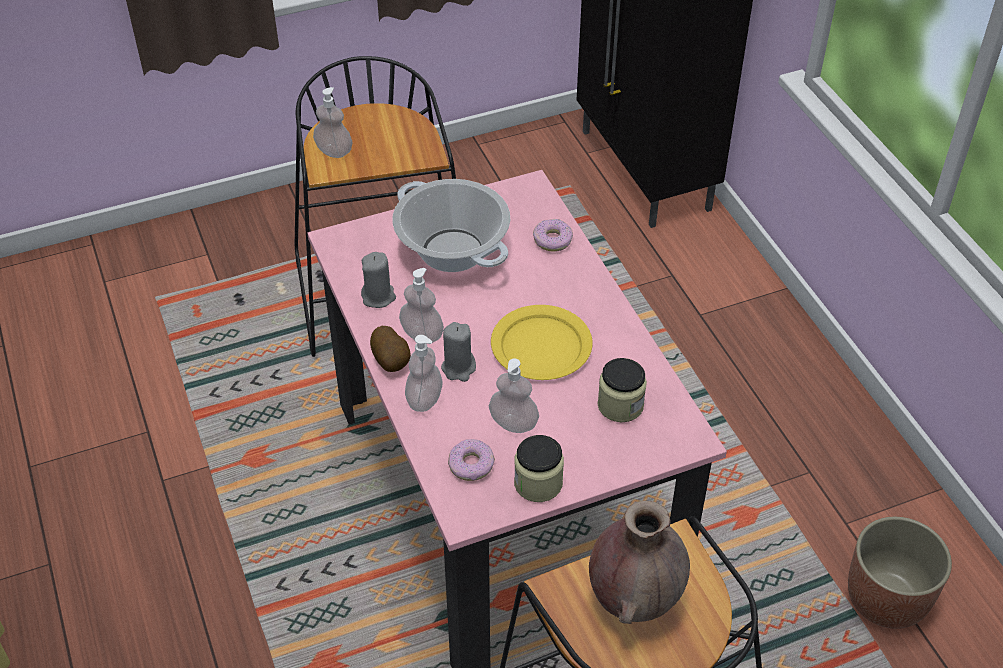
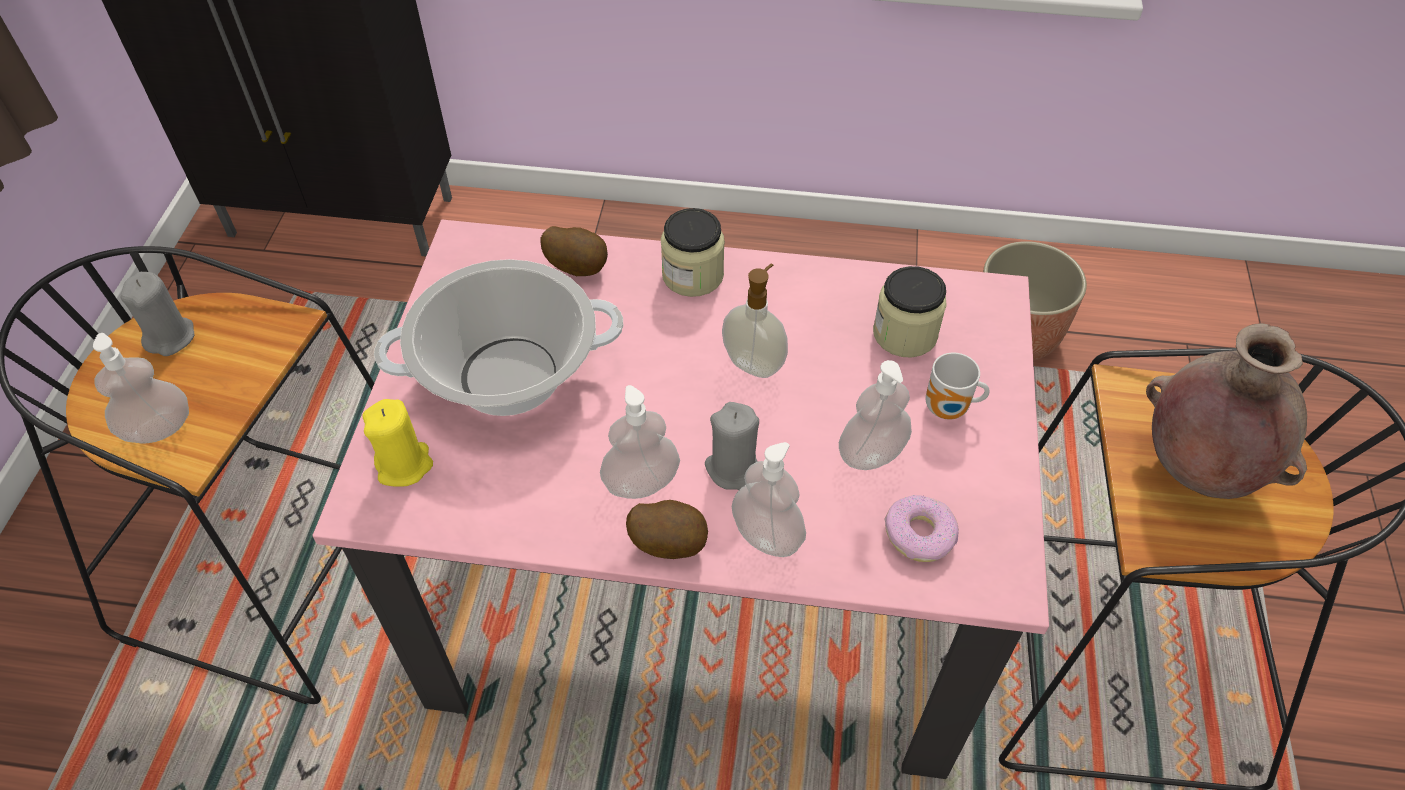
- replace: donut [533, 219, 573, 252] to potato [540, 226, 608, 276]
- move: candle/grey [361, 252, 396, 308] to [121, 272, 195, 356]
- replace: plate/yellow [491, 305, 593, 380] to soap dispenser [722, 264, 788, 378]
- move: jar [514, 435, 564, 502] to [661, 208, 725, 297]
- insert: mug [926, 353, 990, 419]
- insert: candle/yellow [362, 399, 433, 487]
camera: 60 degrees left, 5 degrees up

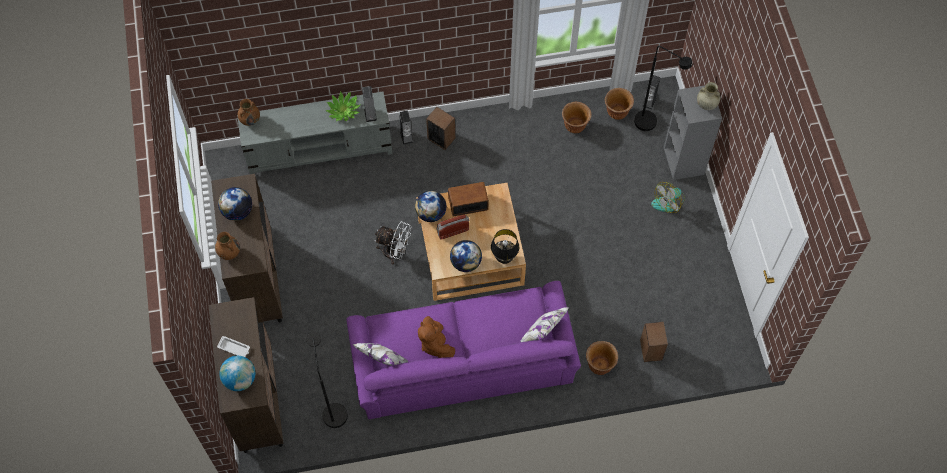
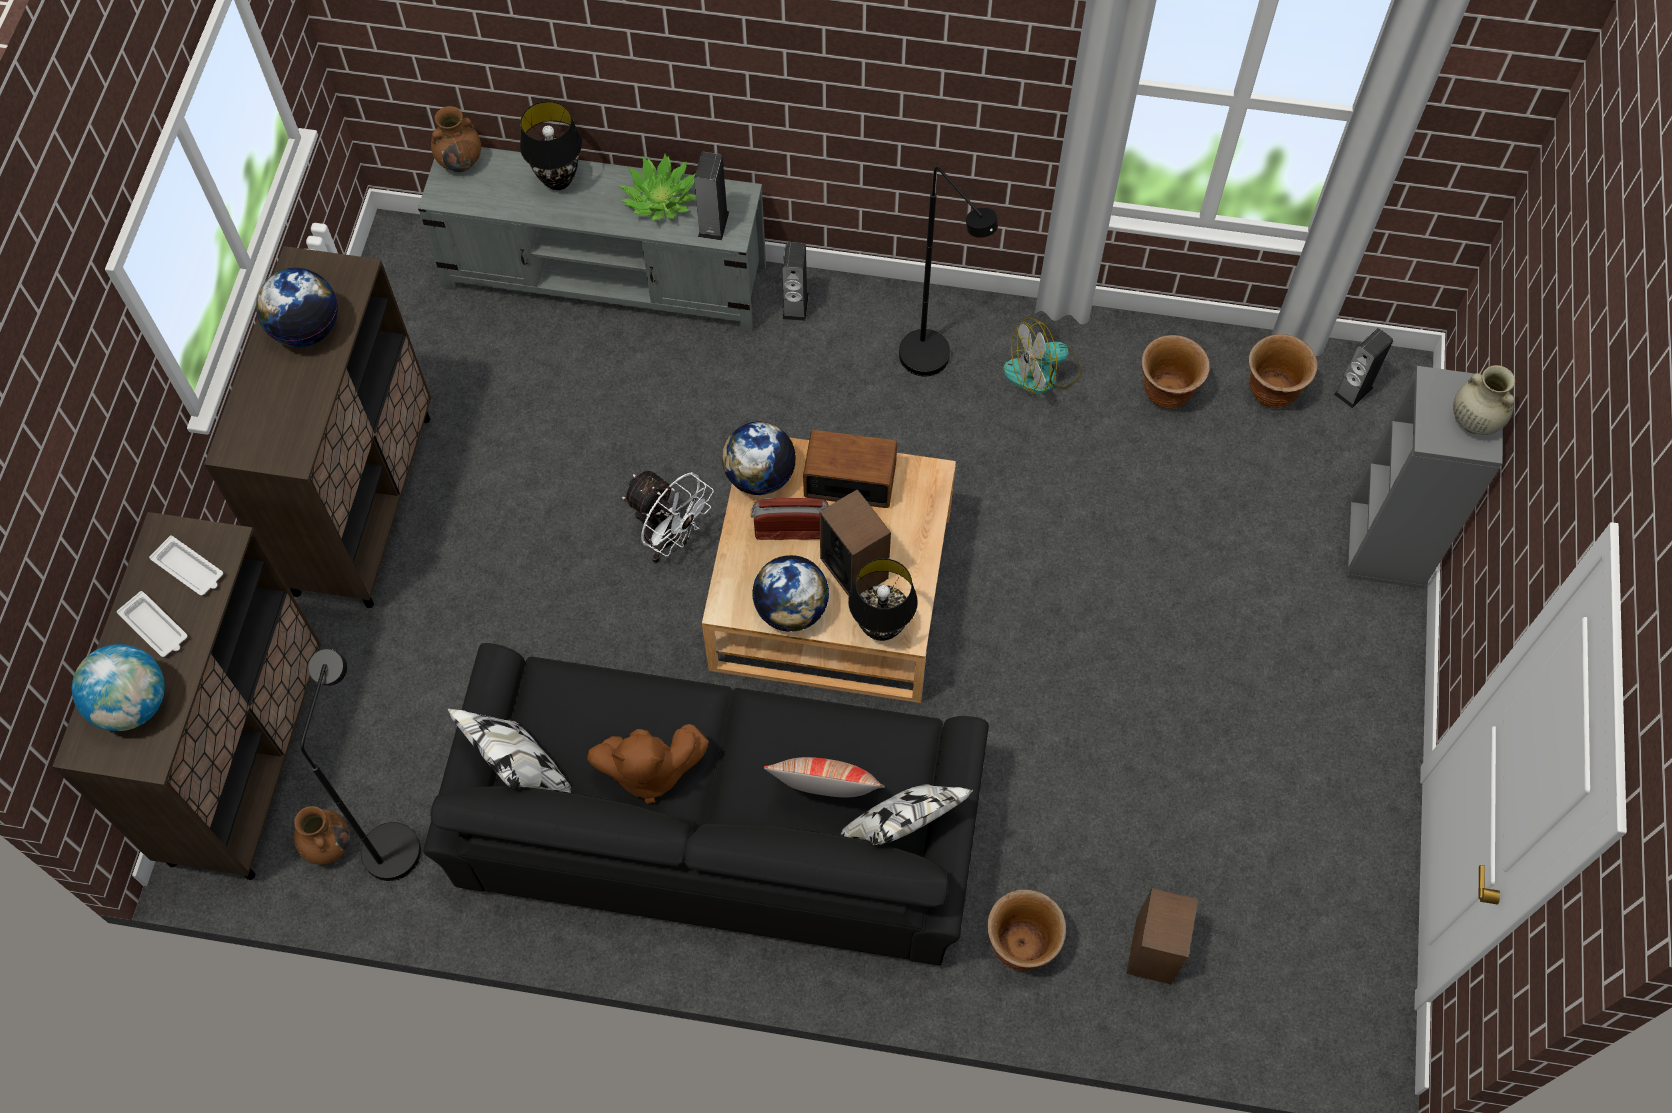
- move: floor lamp/black [634, 46, 692, 131] to [899, 167, 998, 376]
- move: speaker [426, 107, 455, 150] to [820, 489, 891, 596]
- move: fan [651, 182, 685, 213] to [1003, 317, 1082, 394]
- move: vase/brown [215, 232, 240, 260] to [294, 806, 350, 865]
- recolor: sofa/purple [346, 281, 581, 419] to sofa/black [423, 643, 989, 965]
- rotate: plush toy/brown [418, 316, 455, 358] = [587, 724, 709, 804] 90 degrees counterclockwise
- insert: table lamp/black [520, 101, 582, 190]
- insert: tray/white [149, 535, 223, 596]
- insert: pillow [764, 757, 885, 797]
camera: 20 degrees right, 0 degrees up

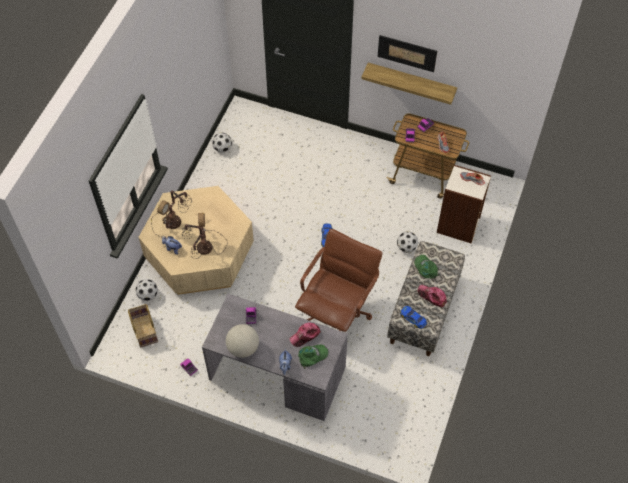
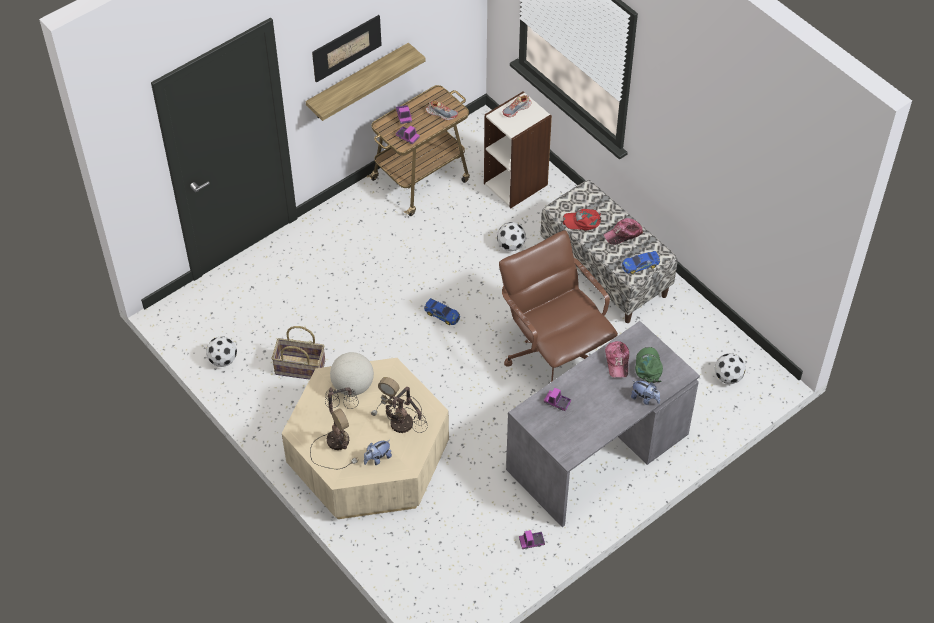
- recolor: cap/green [414, 254, 440, 279] to cap/red [563, 209, 601, 230]
- move: football [136, 279, 158, 301] to [714, 353, 746, 384]
- move: basket [128, 304, 158, 347] to [272, 326, 325, 380]
- move: globe [226, 324, 259, 358] to [330, 352, 374, 396]
camera: 60 degrees left, 5 degrees down

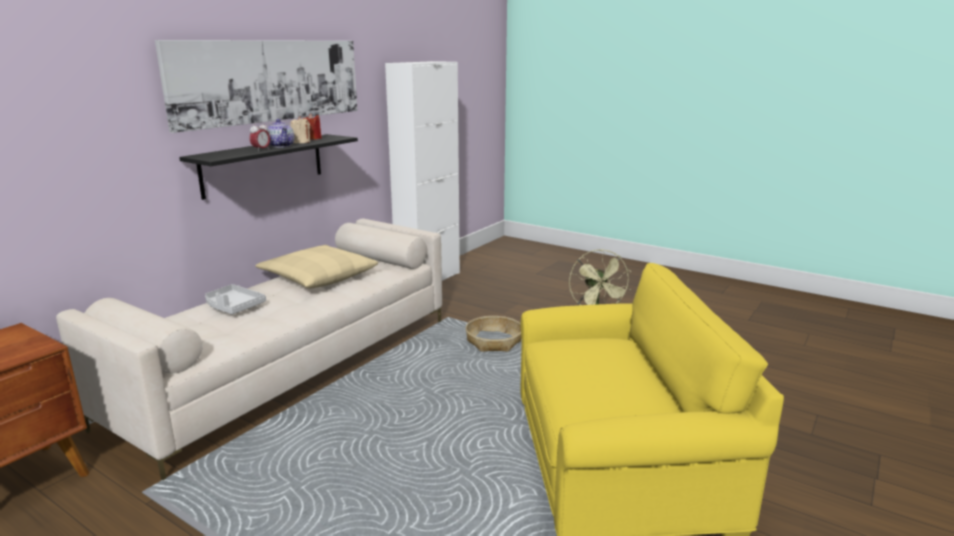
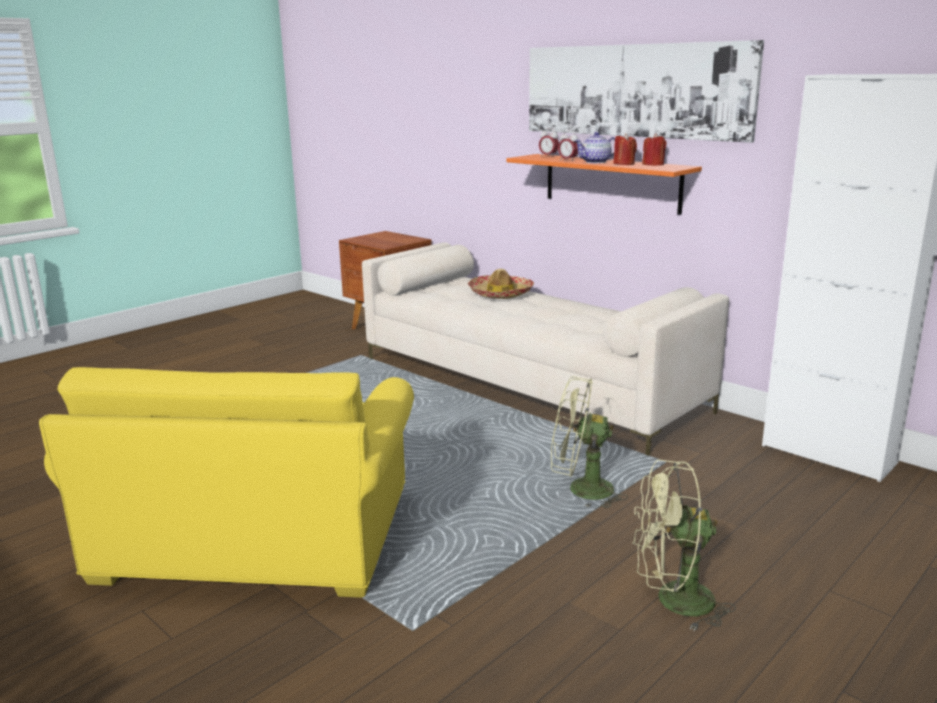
- recolor: candle/beige [290, 116, 310, 143] to candle/red [613, 133, 637, 165]
- recolor: shelf/black [179, 134, 358, 200] to shelf/orange [506, 154, 702, 215]
- delete: pillow/beige [255, 245, 378, 288]
- replace: tray/grey [205, 284, 266, 314] to hat [468, 268, 534, 299]
- replace: basket [465, 316, 521, 351] to fan/green [551, 376, 628, 508]
- insert: alarm clock [539, 128, 559, 157]
camera: 100 degrees right, 0 degrees up

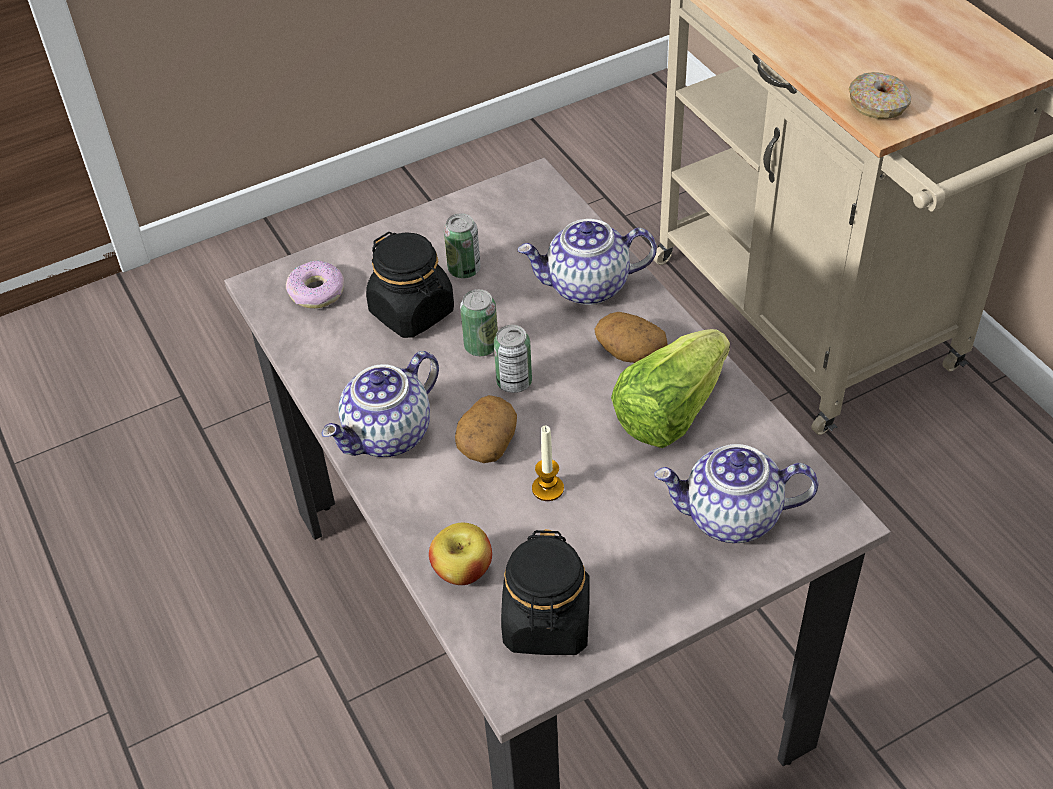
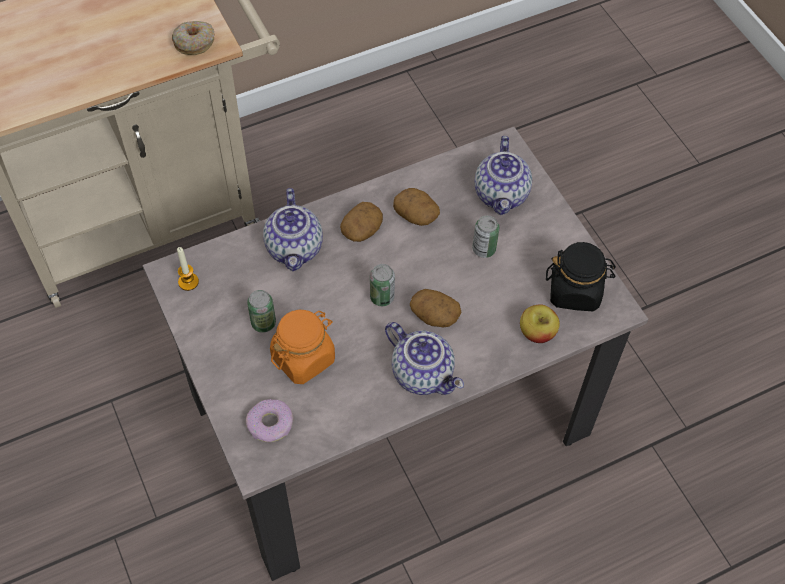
- recolor: jar/black [366, 232, 454, 338] to jar/orange [270, 310, 335, 384]
- move: can [460, 289, 498, 356] to [472, 215, 499, 258]
- replace: lettuce [611, 329, 730, 448] to potato [393, 188, 440, 226]
- move: candle [532, 425, 564, 501] to [177, 247, 199, 291]
camera: 90 degrees left, 10 degrees up

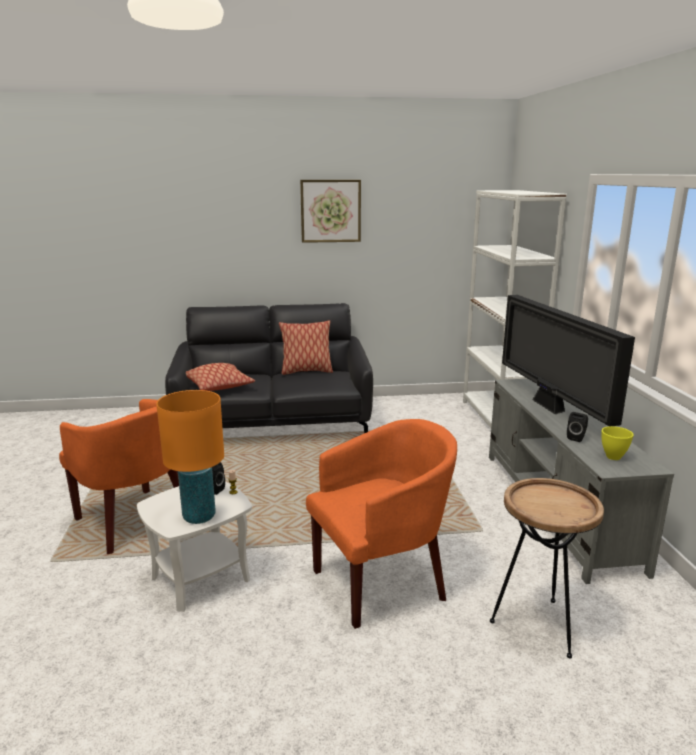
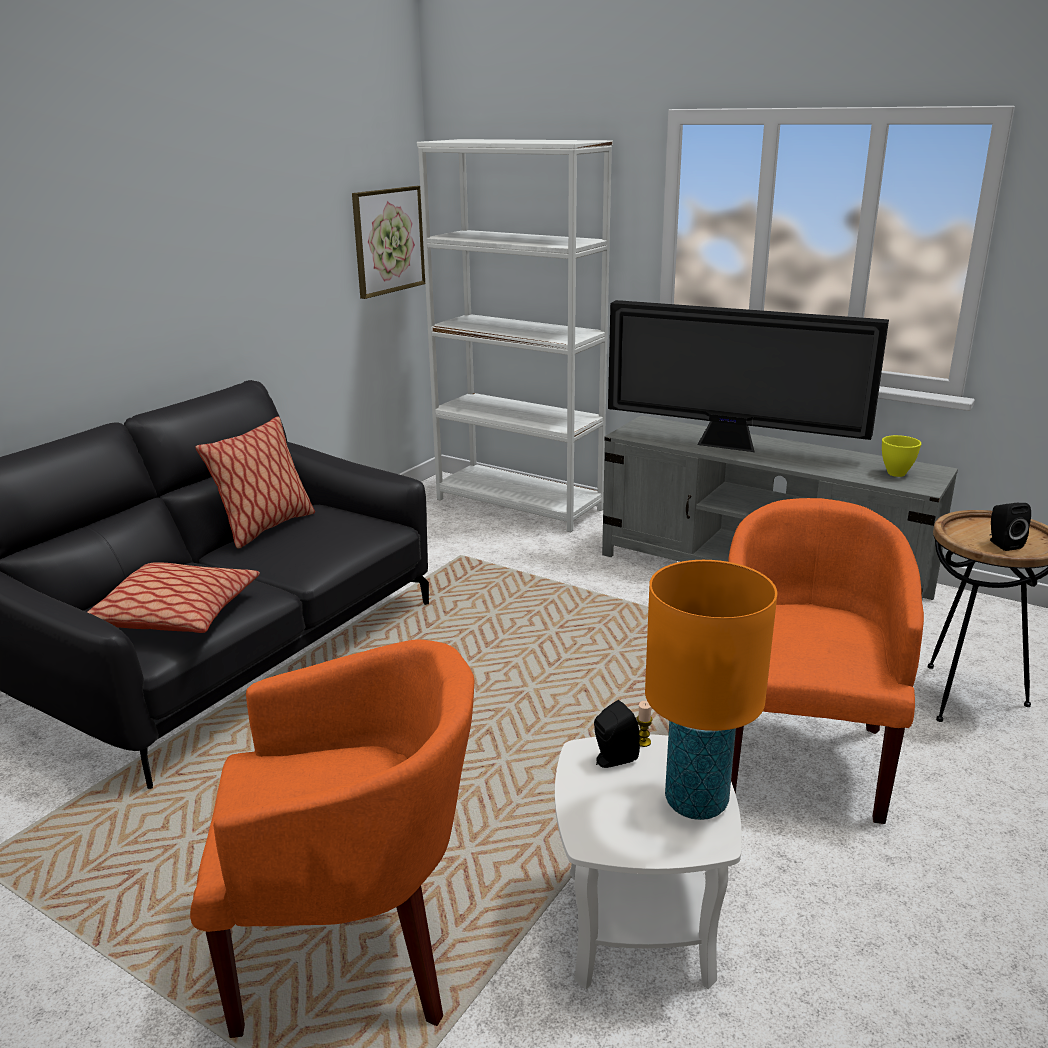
- move: picture [300, 180, 361, 243] to [352, 186, 425, 299]
- move: speaker/black [567, 412, 588, 442] to [990, 503, 1031, 551]
camera: 50 degrees left, 5 degrees up

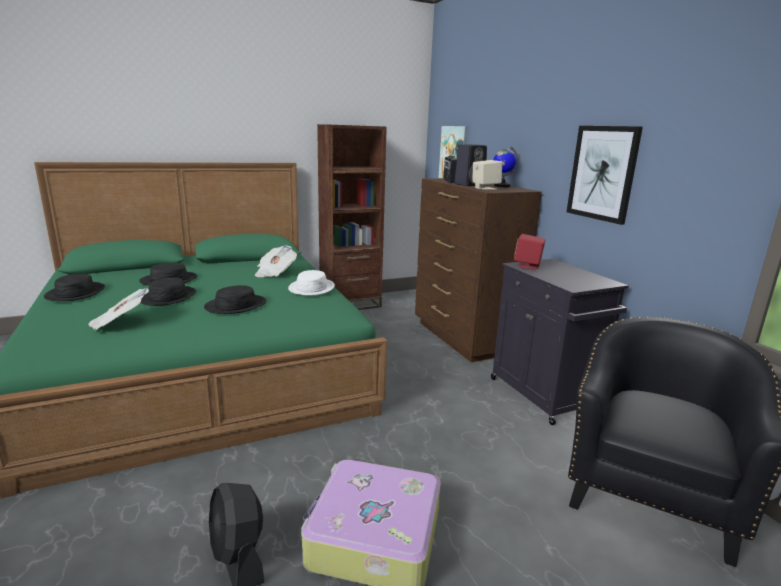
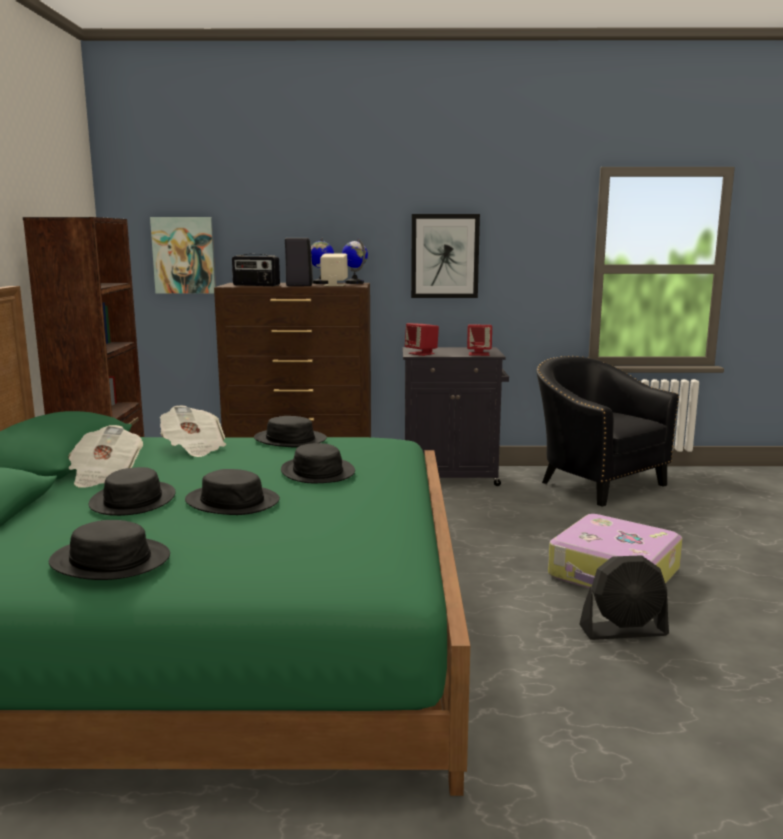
- recolor: hat/white [288, 270, 335, 296] to hat/black [254, 416, 327, 447]
- move: newspaper [88, 288, 149, 331] to [68, 425, 143, 487]
- insert: globe [342, 238, 368, 284]
- insert: speaker/red [467, 325, 492, 356]
camera: 65 degrees left, 5 degrees down

